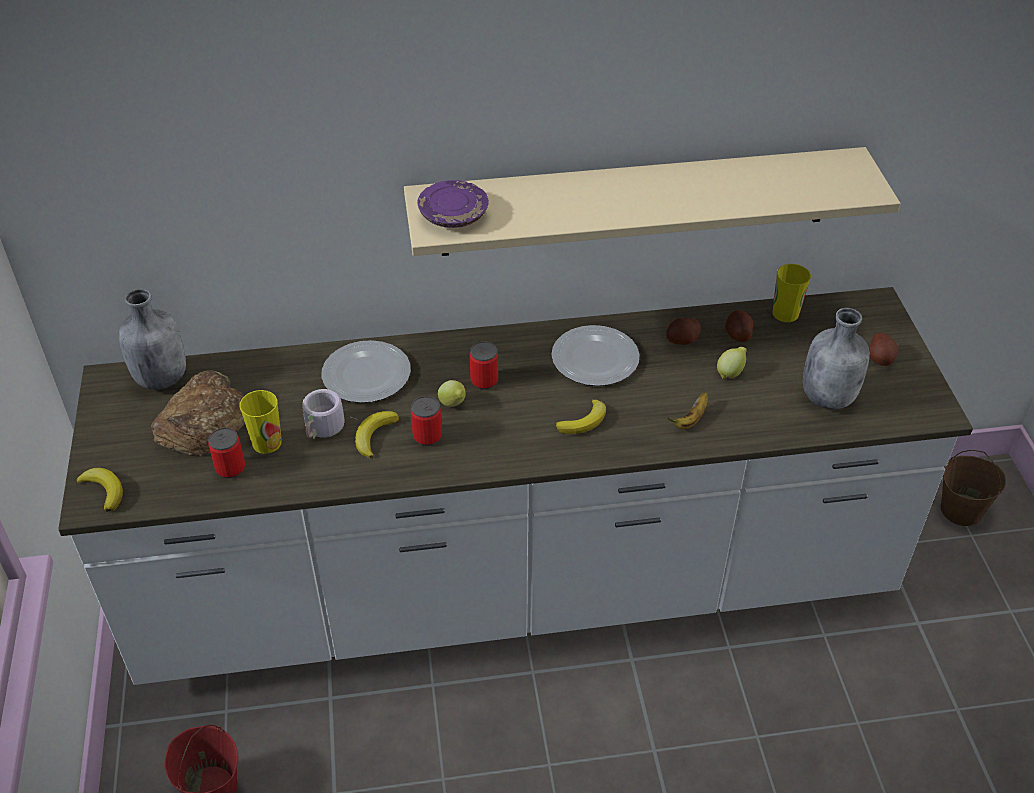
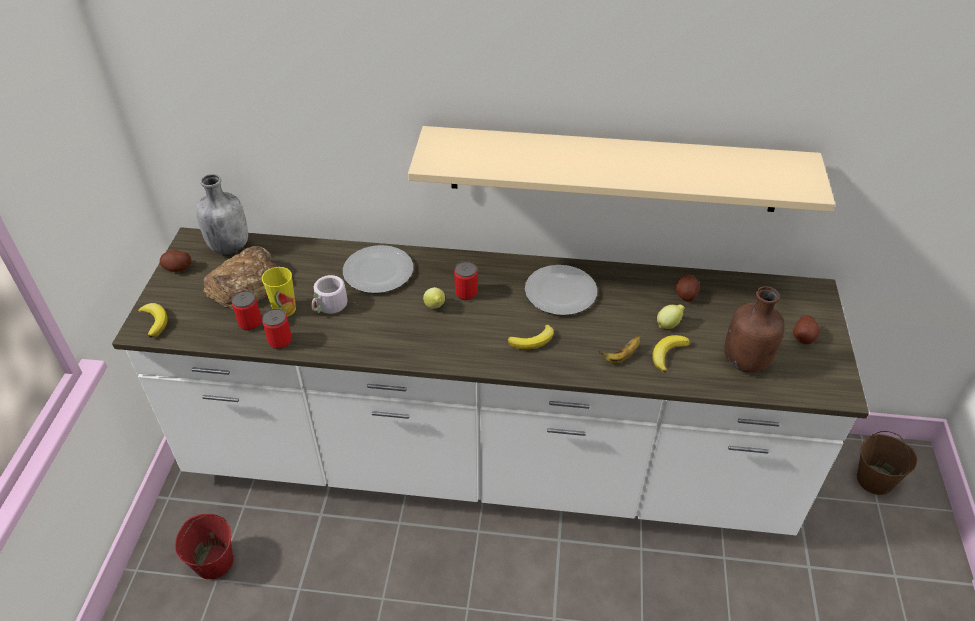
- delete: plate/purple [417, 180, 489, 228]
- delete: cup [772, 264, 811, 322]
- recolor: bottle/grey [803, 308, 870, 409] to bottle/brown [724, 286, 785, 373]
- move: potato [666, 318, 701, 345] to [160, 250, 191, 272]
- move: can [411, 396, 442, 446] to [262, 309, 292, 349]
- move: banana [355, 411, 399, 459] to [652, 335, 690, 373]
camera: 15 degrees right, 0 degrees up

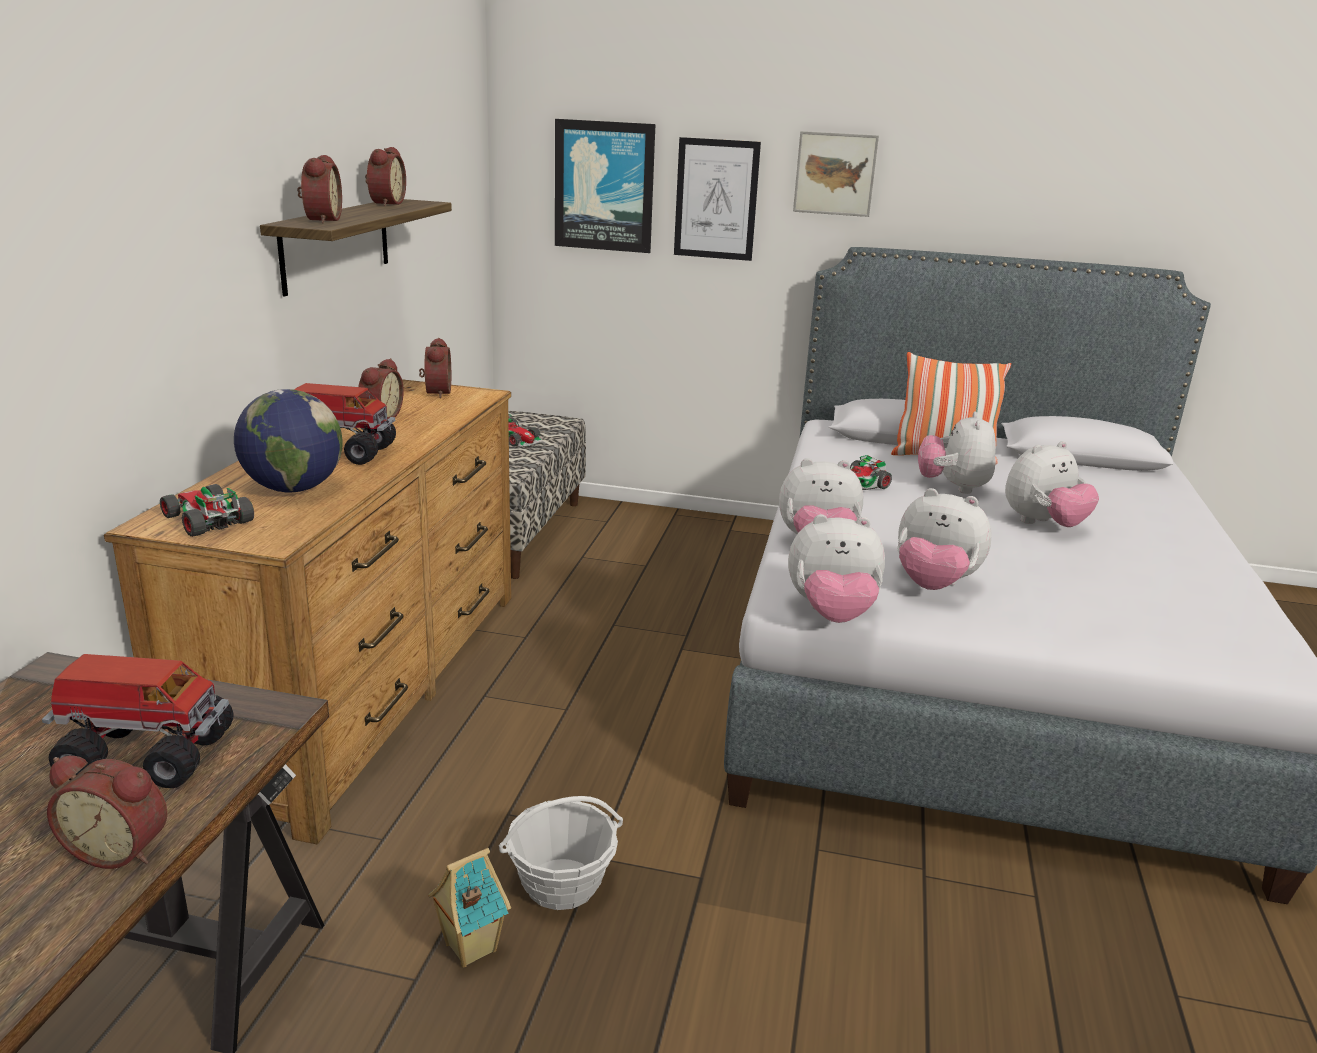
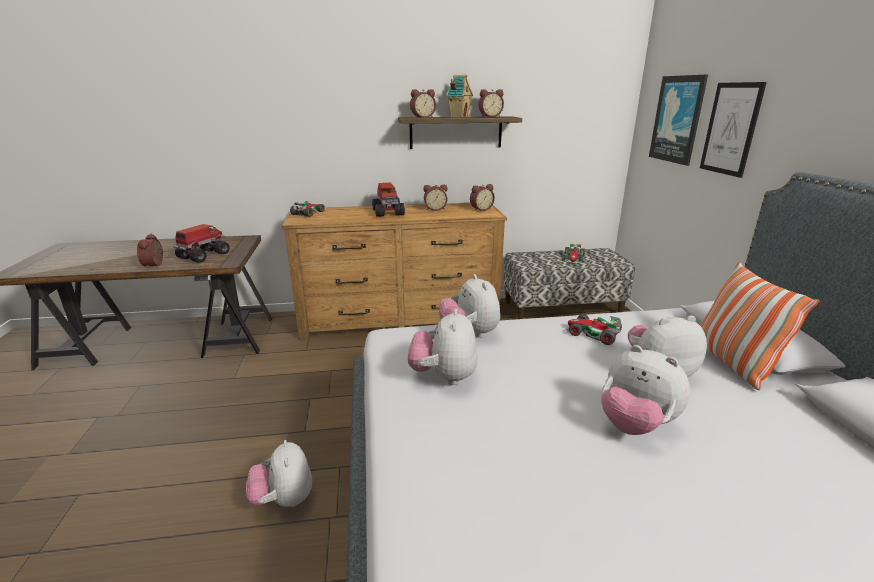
- delete: picture [793, 131, 879, 217]
- delete: globe [234, 389, 343, 493]
- move: plush toy [788, 514, 885, 623] to [246, 440, 312, 507]
- rotate: toy truck [42, 654, 233, 788] = [173, 224, 230, 263] 135 degrees counterclockwise
- delete: basket [499, 796, 623, 910]
- move: toy house [428, 848, 511, 968] to [446, 75, 473, 118]
camera: 70 degrees right, 0 degrees up

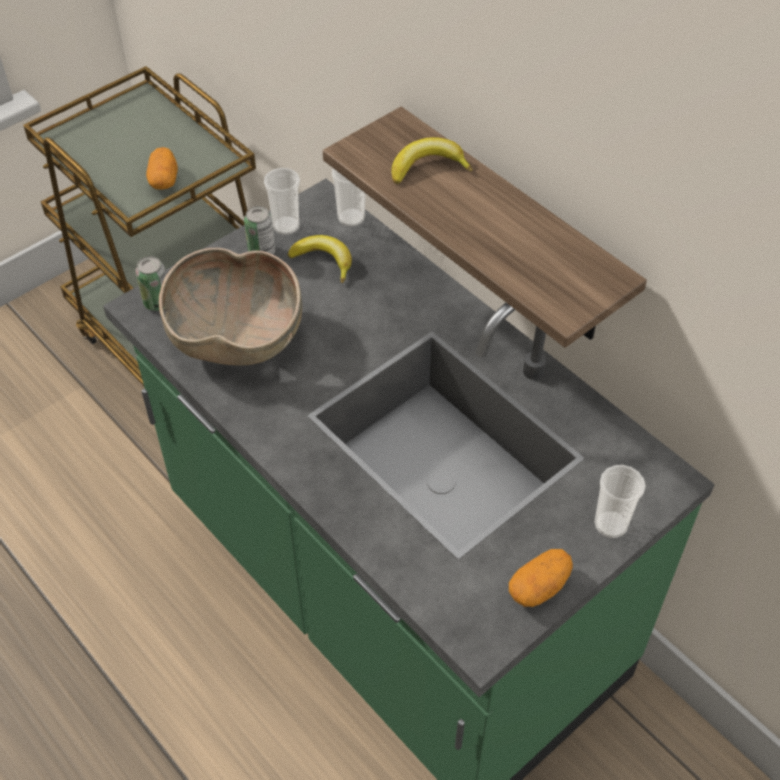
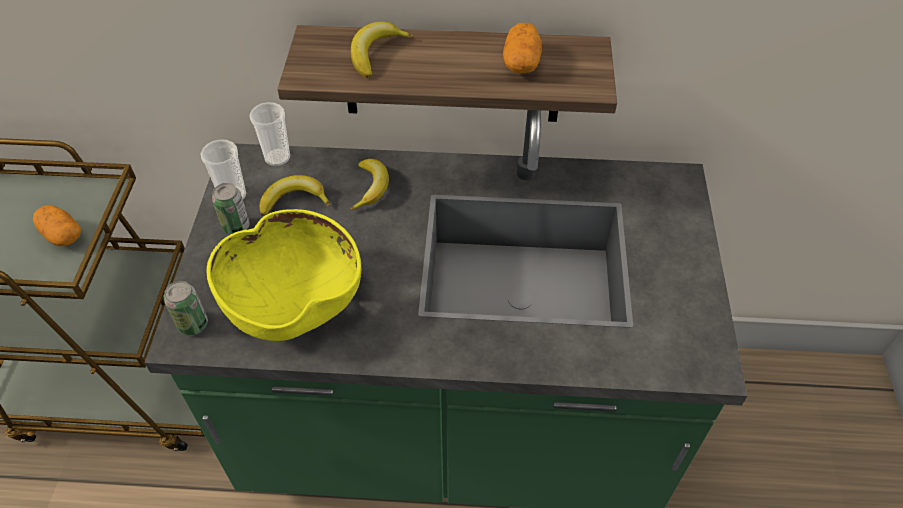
- recolor: bowl/brown [159, 248, 302, 366] to bowl/yellow [207, 209, 361, 341]
- delete: cup [595, 465, 646, 538]
- move: potato [509, 549, 573, 607] to [503, 23, 542, 73]
- insert: banana [350, 159, 389, 210]
camera: 45 degrees left, 0 degrees up

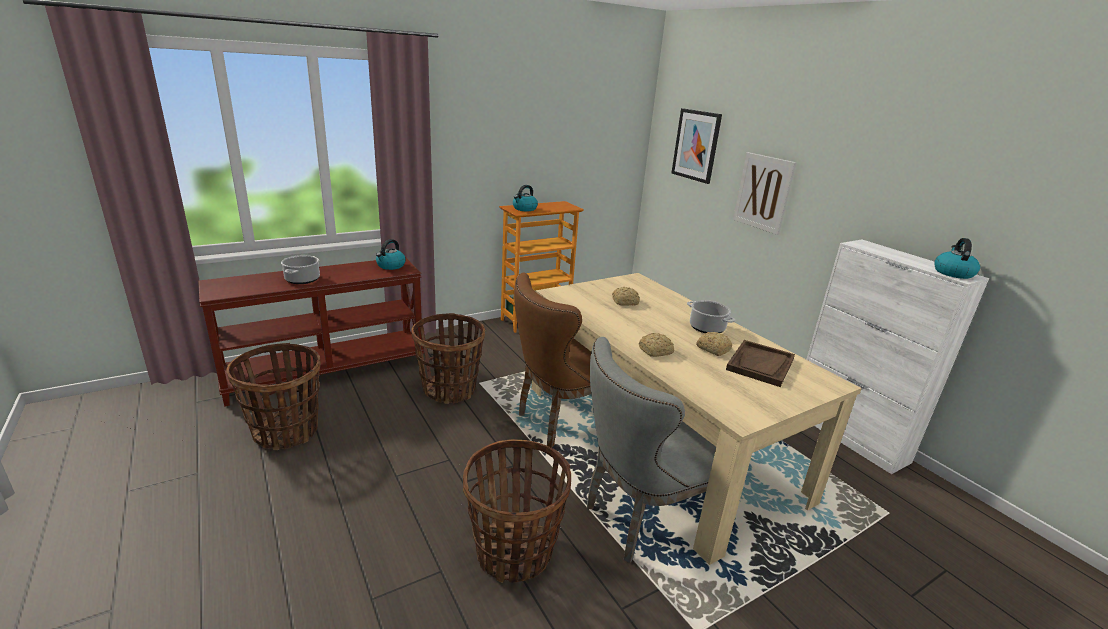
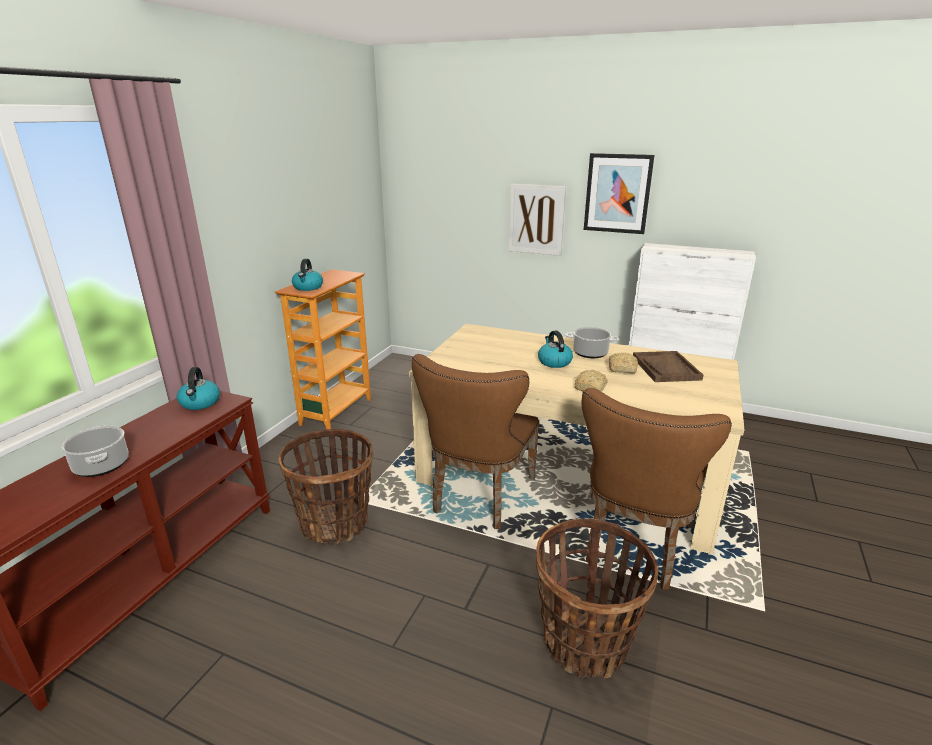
- move: picture [672, 108, 722, 184] to [584, 153, 655, 234]
- move: kettle [934, 238, 980, 279] to [538, 331, 573, 368]
- delete: bread [612, 287, 640, 306]
- recolor: chair/grey [587, 337, 716, 563] to chair/brown [582, 388, 732, 590]
- delete: basket [227, 343, 321, 450]
camera: 35 degrees left, 0 degrees up

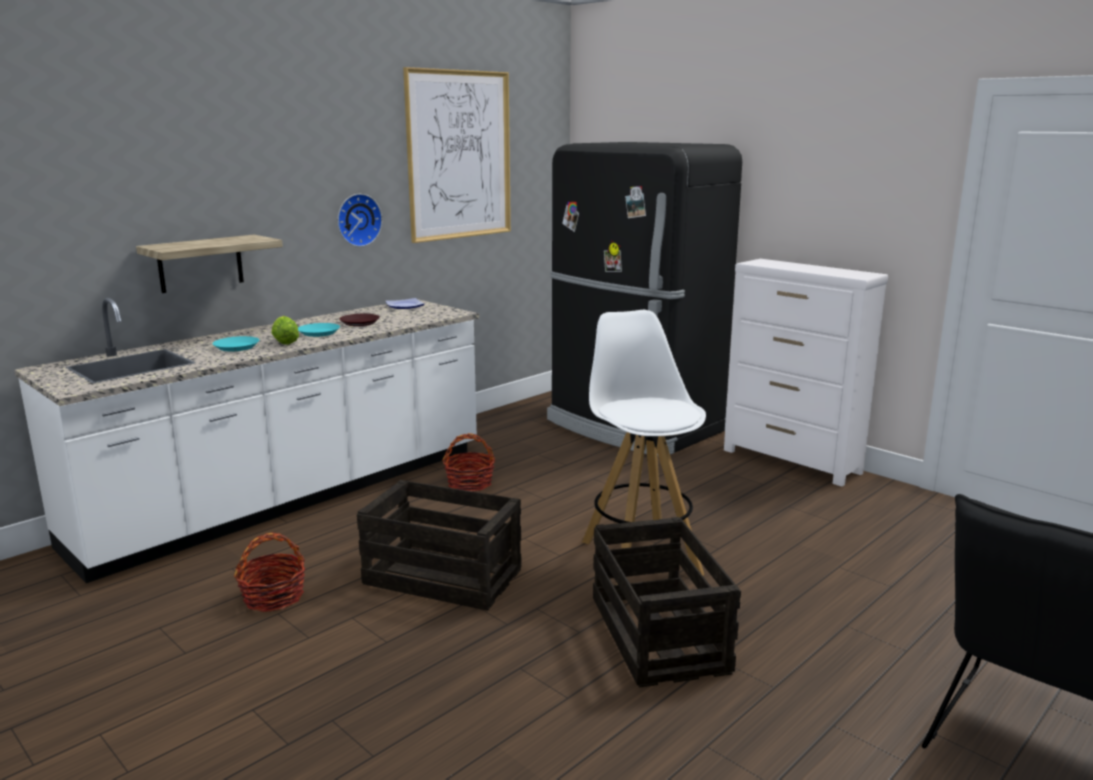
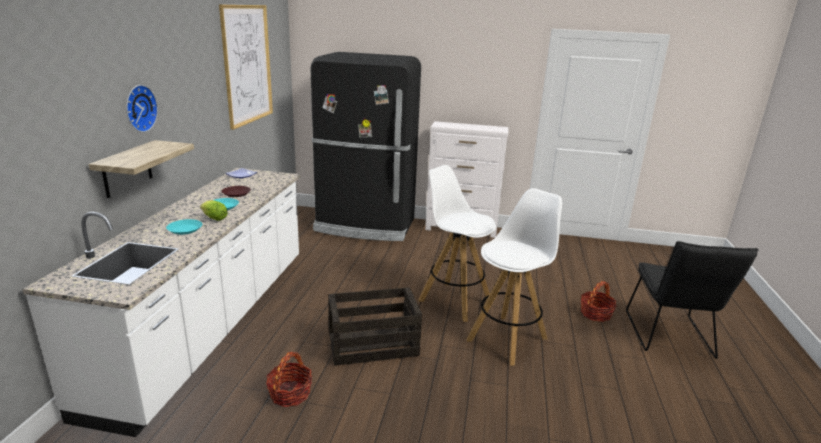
- move: wall clock [337, 194, 382, 247] to [126, 85, 158, 132]
- move: basket [442, 433, 495, 492] to [580, 281, 617, 322]
- replace: crate [593, 517, 741, 688] to stool/white [467, 188, 562, 366]
camera: 35 degrees left, 5 degrees up

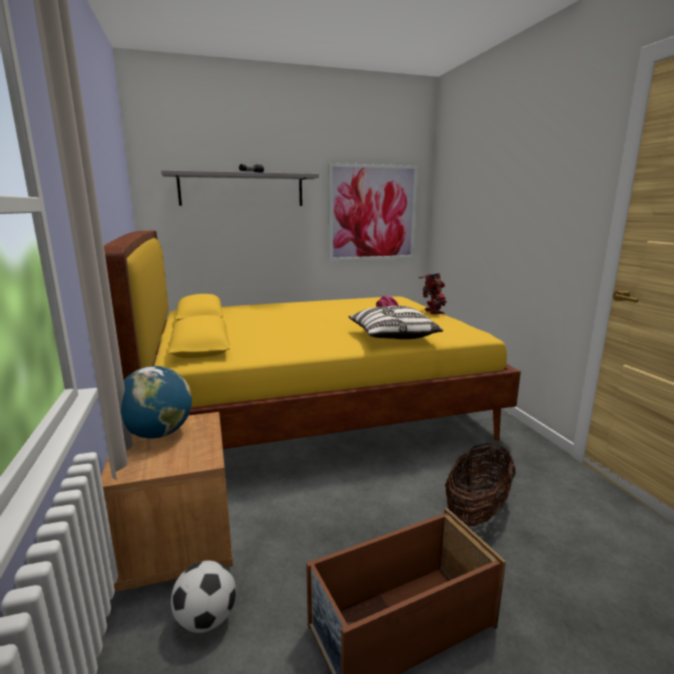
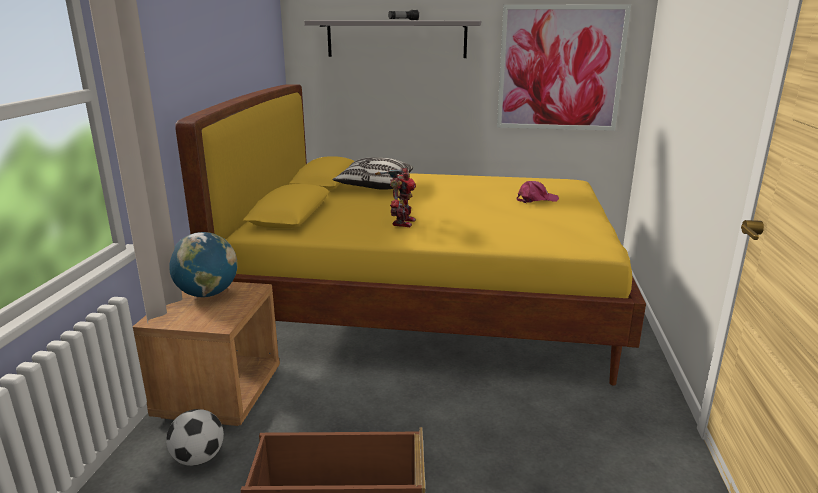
- move: toy robot [419, 272, 447, 314] to [375, 168, 416, 227]
- move: pillow [348, 306, 443, 339] to [333, 158, 413, 190]
- delete: basket [445, 443, 516, 526]
camera: 25 degrees right, 5 degrees up

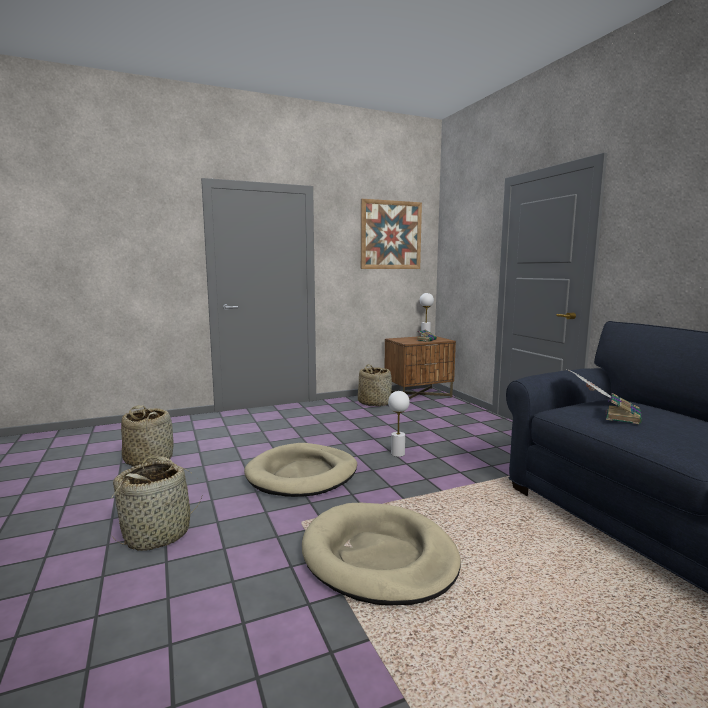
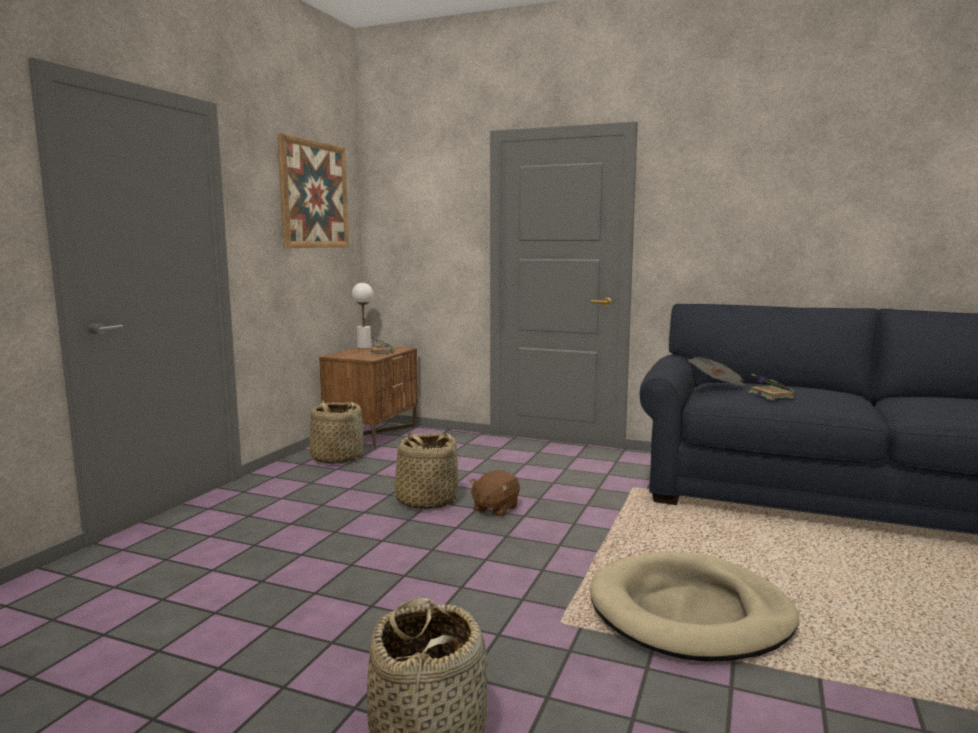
- replace: table lamp/white [388, 391, 410, 457] to plush toy/brown [470, 470, 520, 517]
- move: basket [121, 405, 173, 467] to [387, 432, 465, 510]
- delete: dog bed/beige [244, 443, 357, 497]
camera: 45 degrees left, 0 degrees up

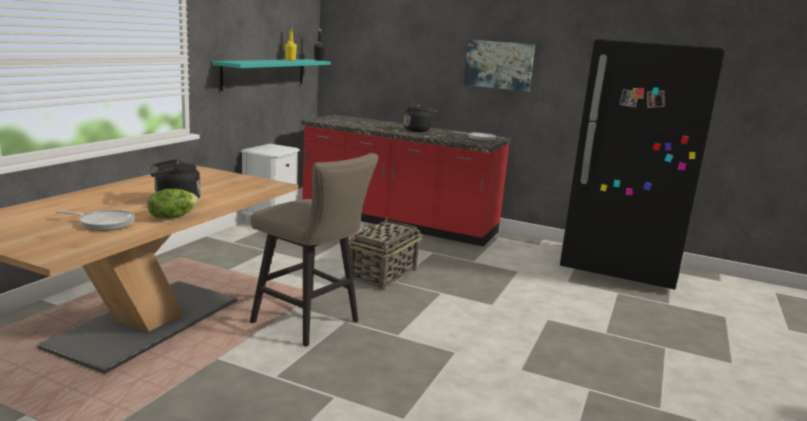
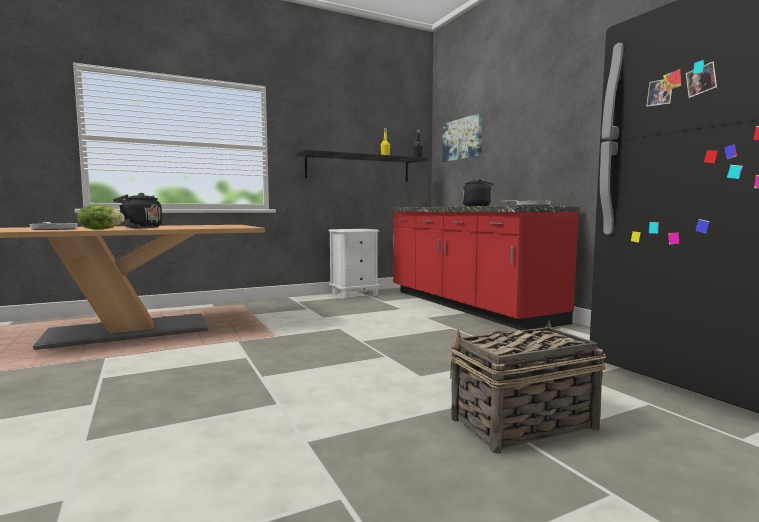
- move: picture [464, 39, 535, 92] to [442, 113, 482, 162]
- recolor: shelf/turquoise [213, 59, 331, 91] to shelf/black [296, 150, 428, 181]
- delete: stool/beige [250, 153, 379, 347]
- move: basket [349, 216, 421, 290] to [450, 320, 606, 454]
camera: 40 degrees right, 10 degrees down

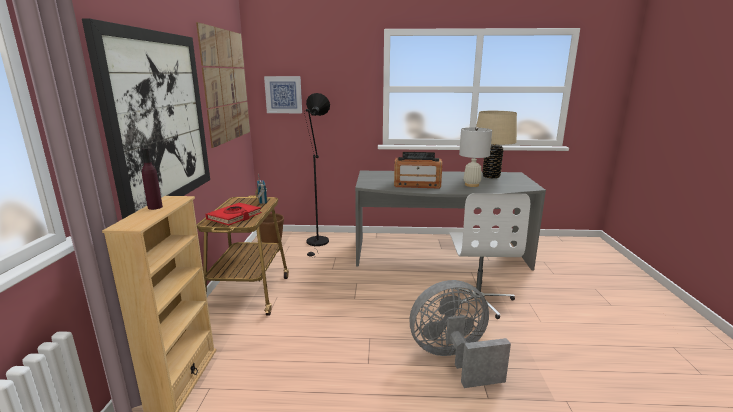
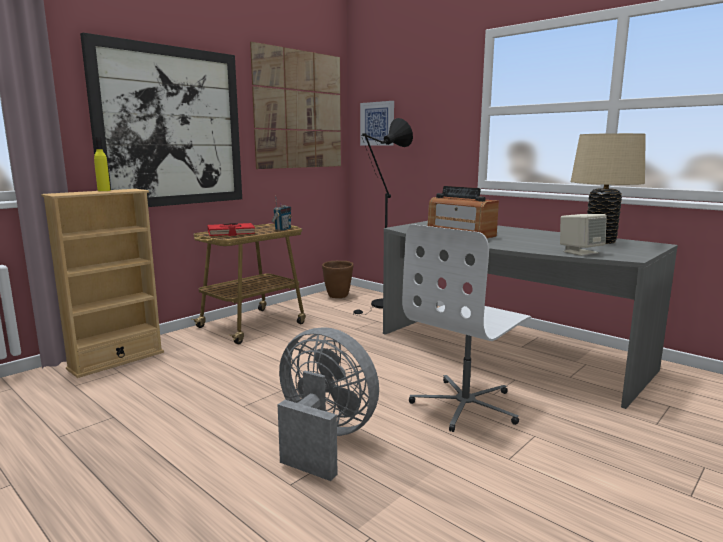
- delete: table lamp/white [459, 127, 492, 187]
- recolor: bottle/purple [141, 148, 163, 210] to bottle/yellow [94, 137, 111, 191]
- insert: speaker/beige [560, 214, 607, 256]
camera: 40 degrees right, 5 degrees down

